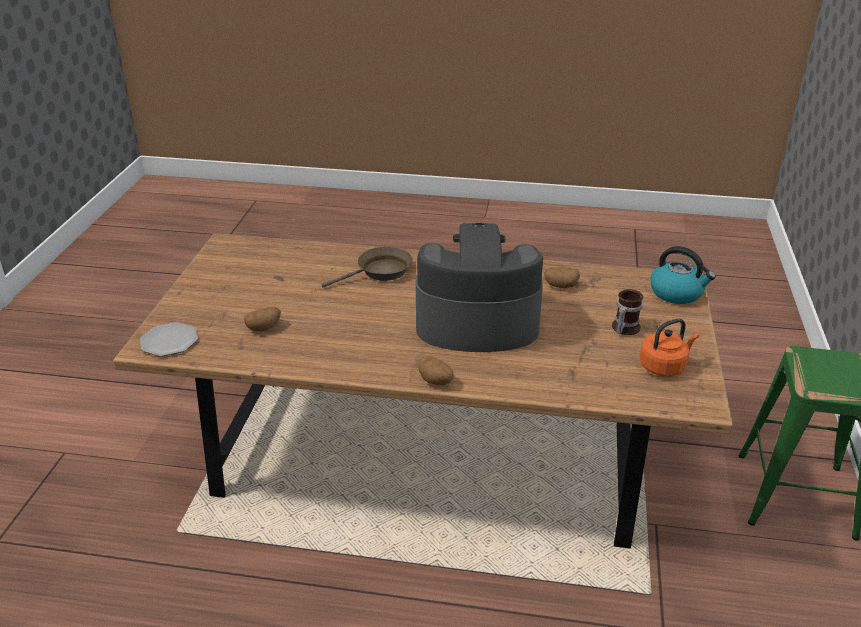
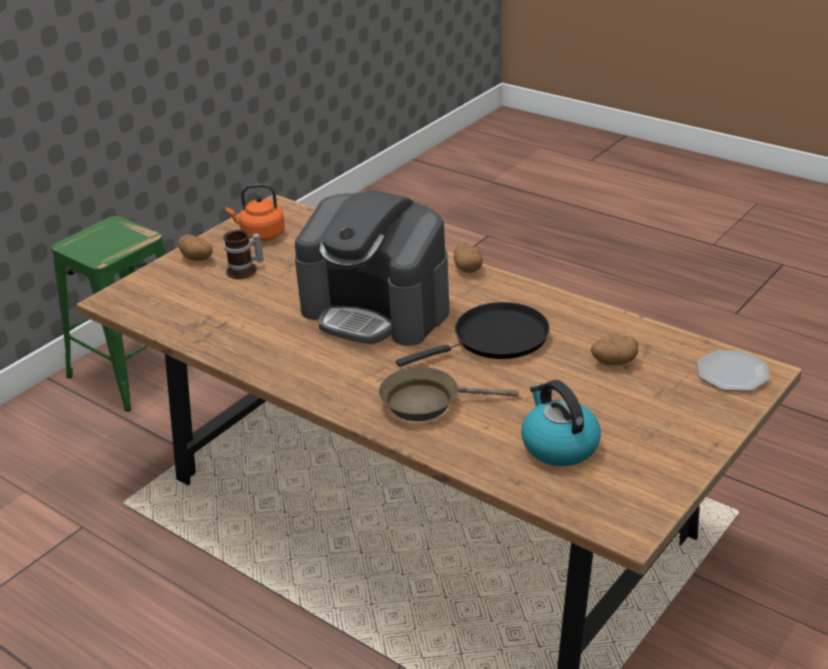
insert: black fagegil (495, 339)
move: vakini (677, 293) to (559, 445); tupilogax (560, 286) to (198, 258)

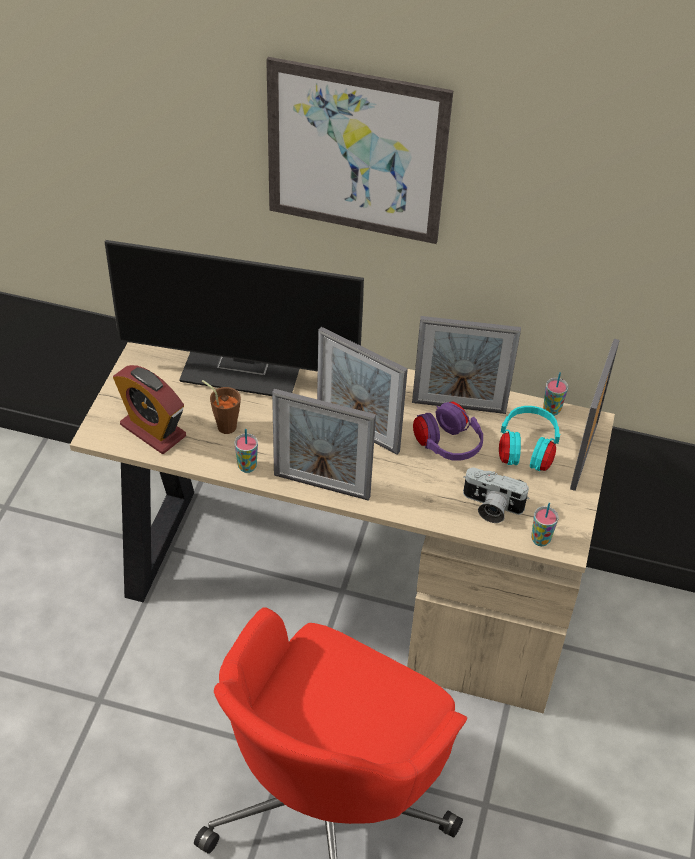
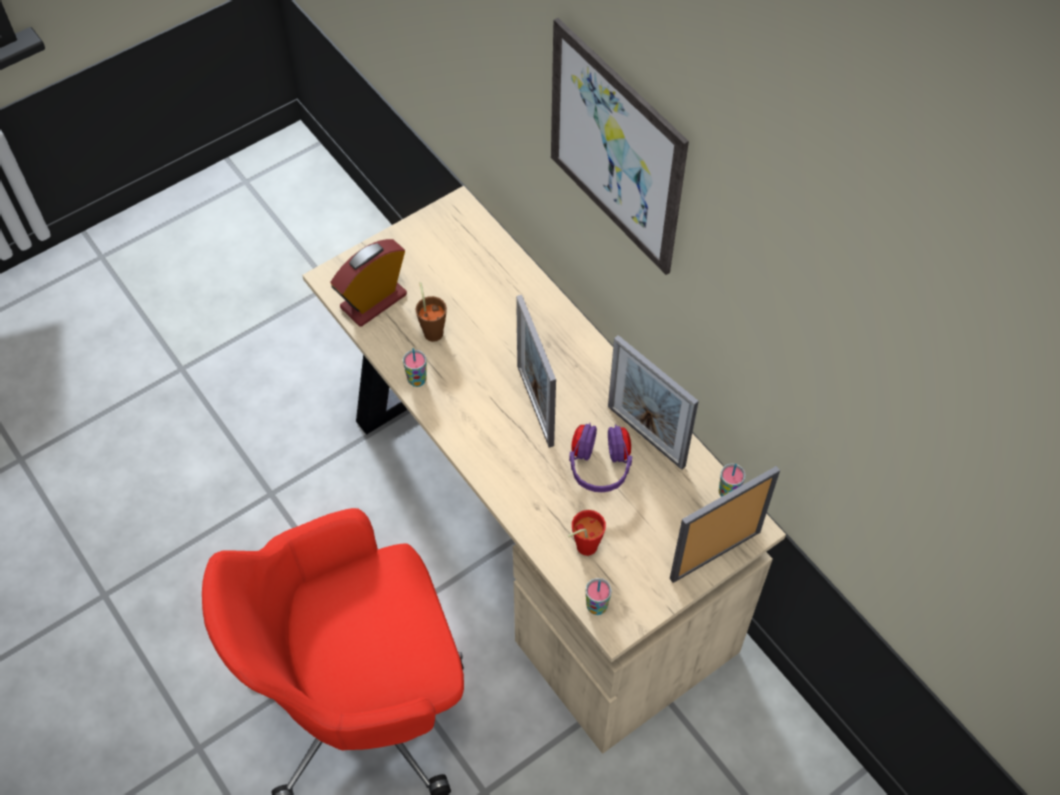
delete: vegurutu (246, 367); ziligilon (321, 486); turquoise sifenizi (526, 451)
replace: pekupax (490, 507) to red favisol (582, 548)
rotate: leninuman (153, 430) = (373, 301) 60 degrees clockwise

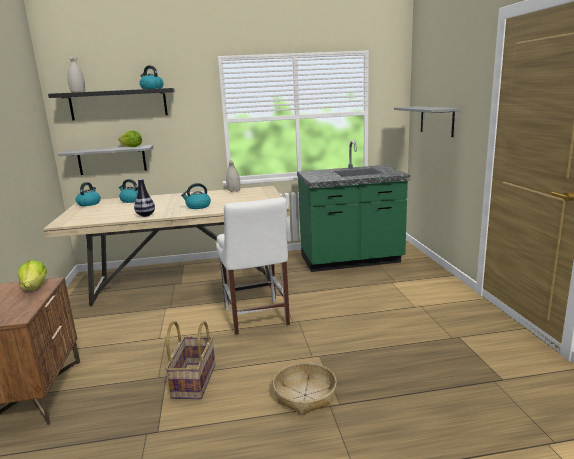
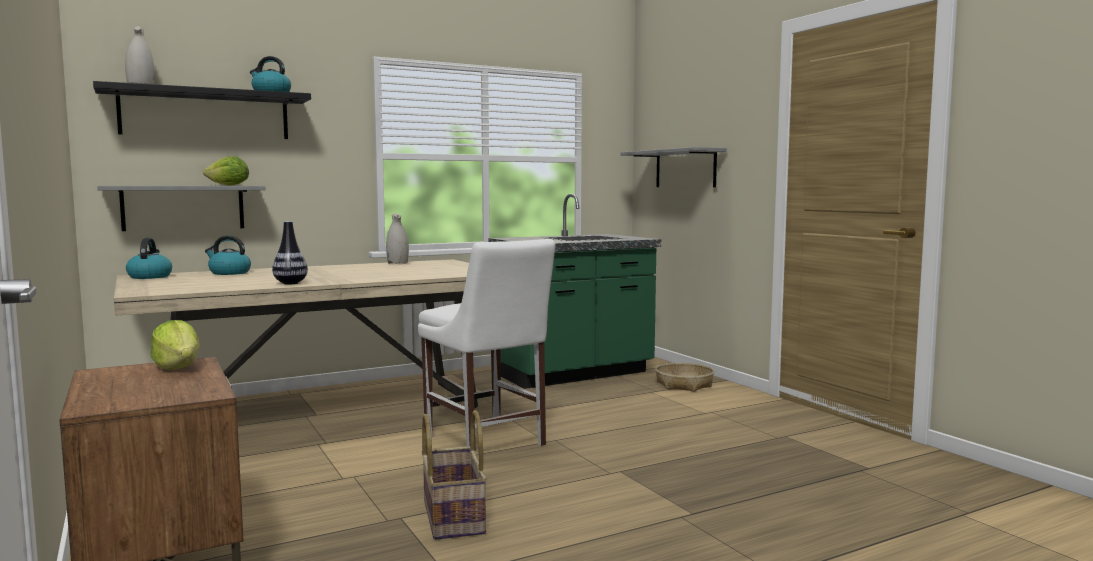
delete: vakini (198, 206)
move: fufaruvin (305, 395) to (684, 384)

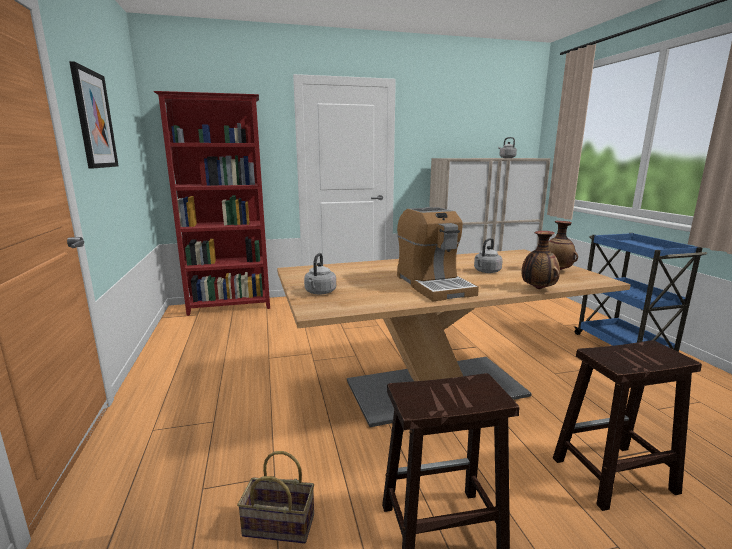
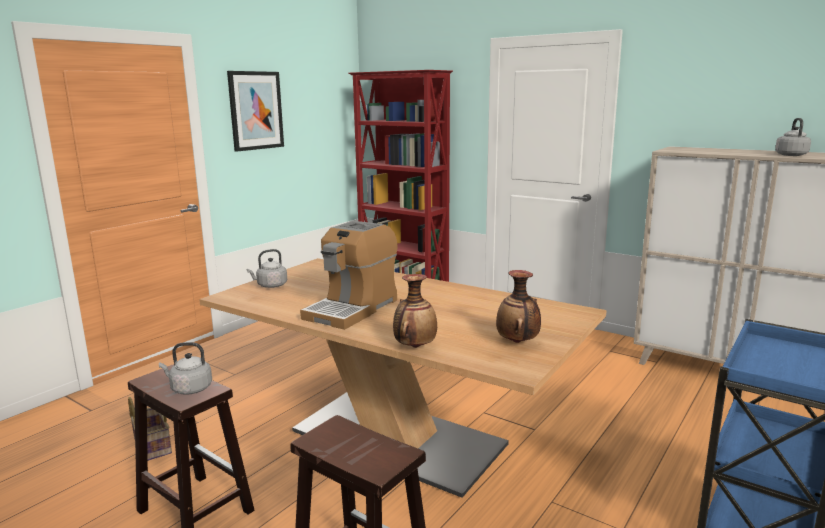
move: grey vakini (486, 271) to (189, 389)

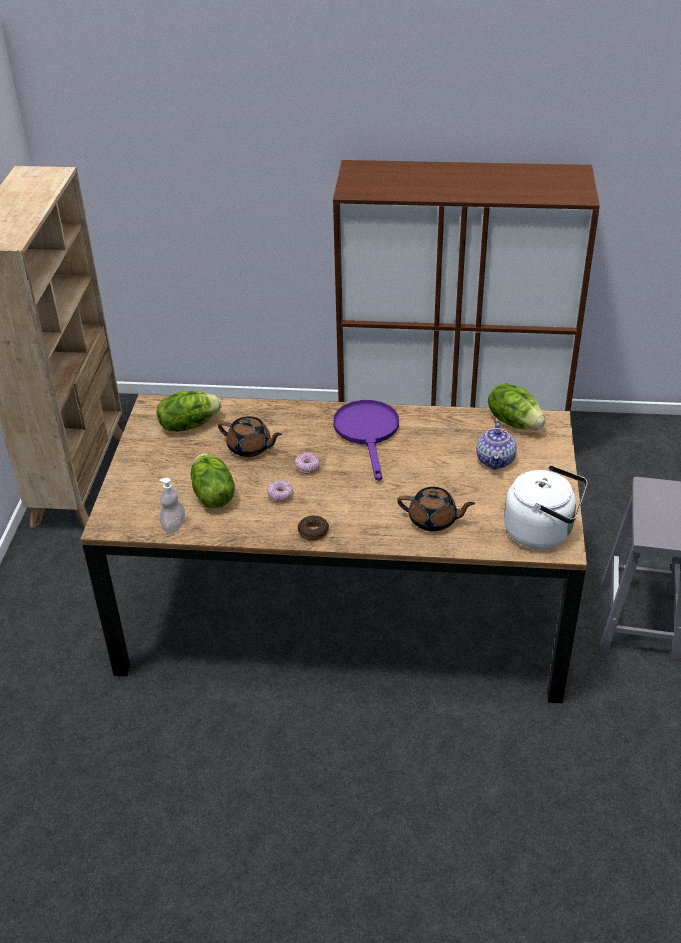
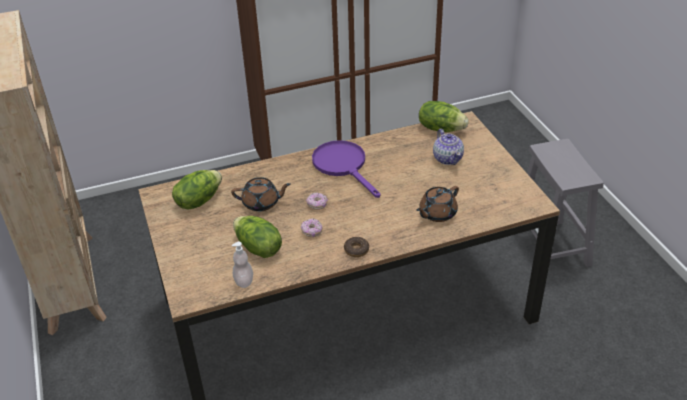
delete: white vakini (542, 531)
rotate: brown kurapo (433, 520) = (437, 213) 150 degrees clockwise

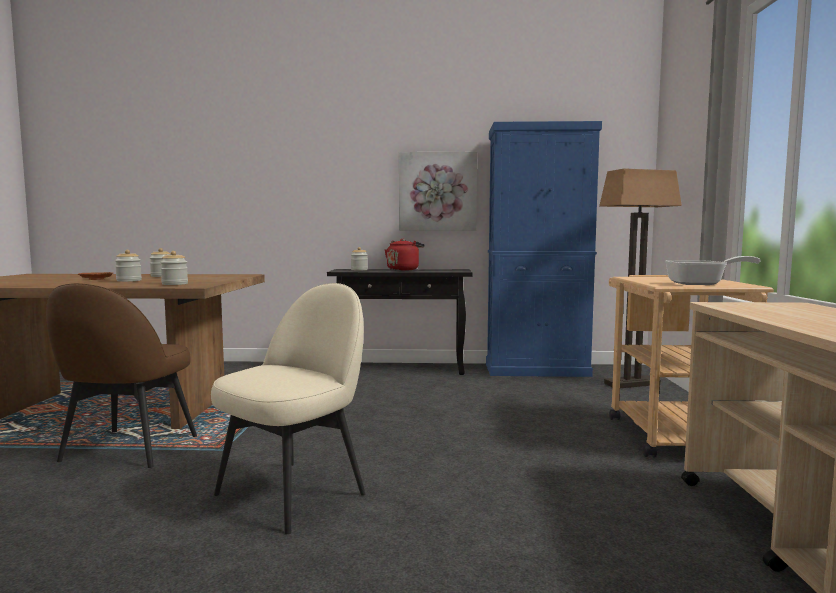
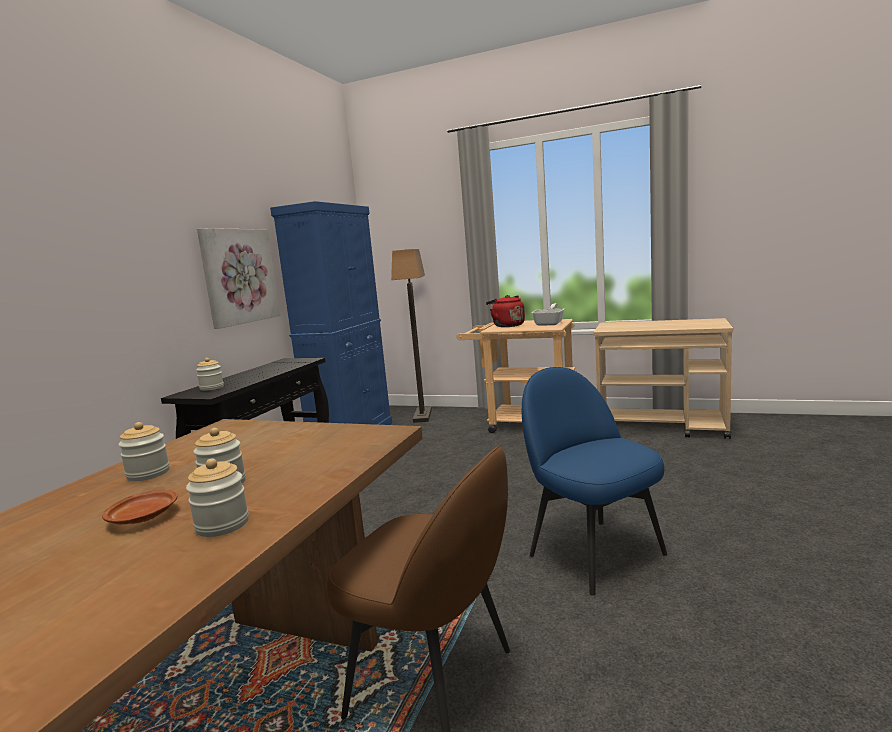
move: red vakini (404, 269) to (507, 325); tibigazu (175, 284) to (222, 525)
recolor: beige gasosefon (294, 492) to blue gasosefon (594, 553)

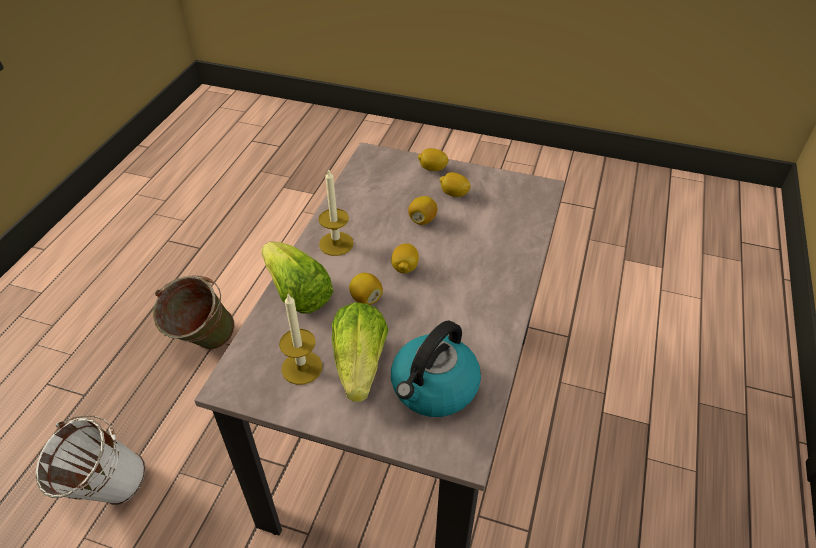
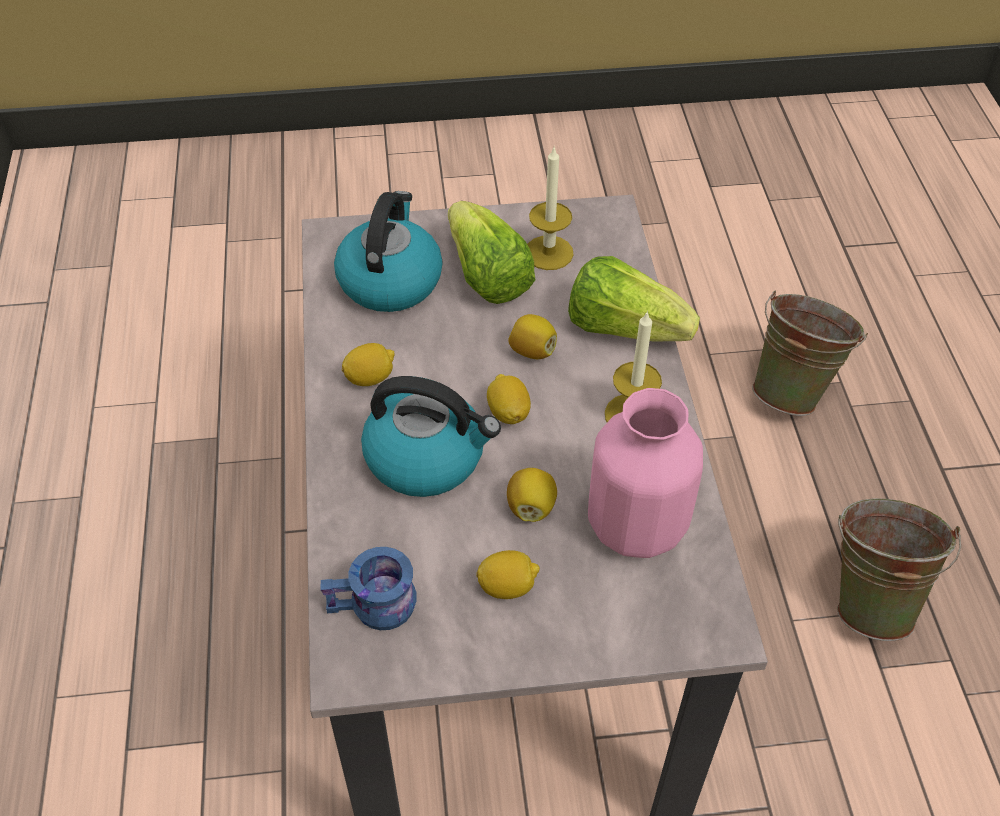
insert: vakini (427, 457); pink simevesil (636, 524); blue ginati (374, 609)
move: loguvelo (432, 169) to (370, 377)
recolor: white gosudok (105, 491) to green gosudok (793, 389)

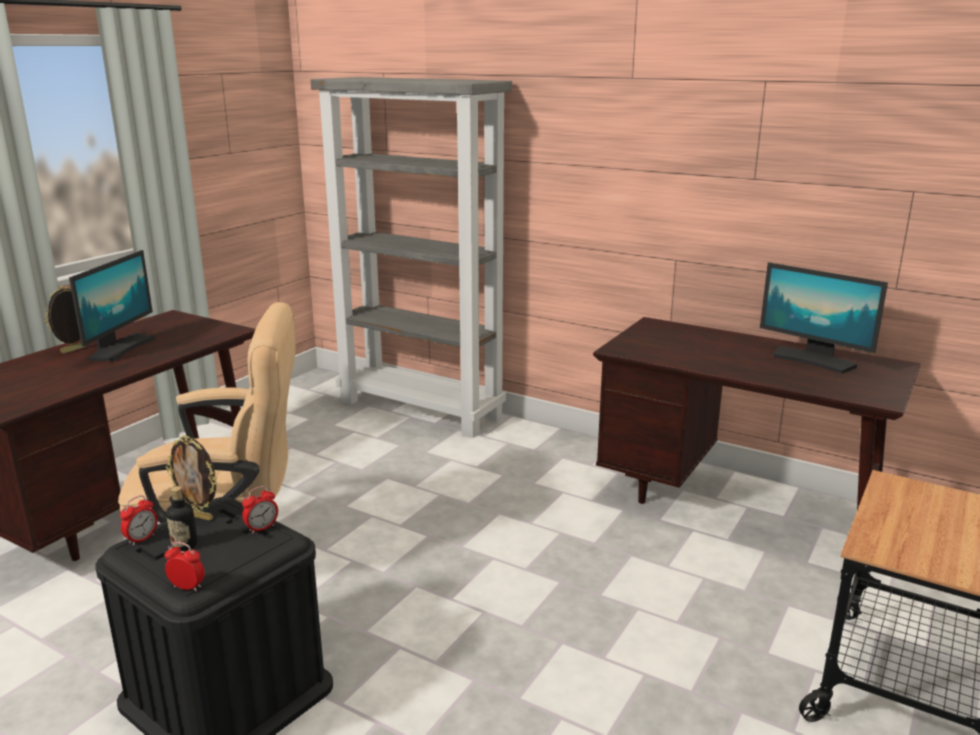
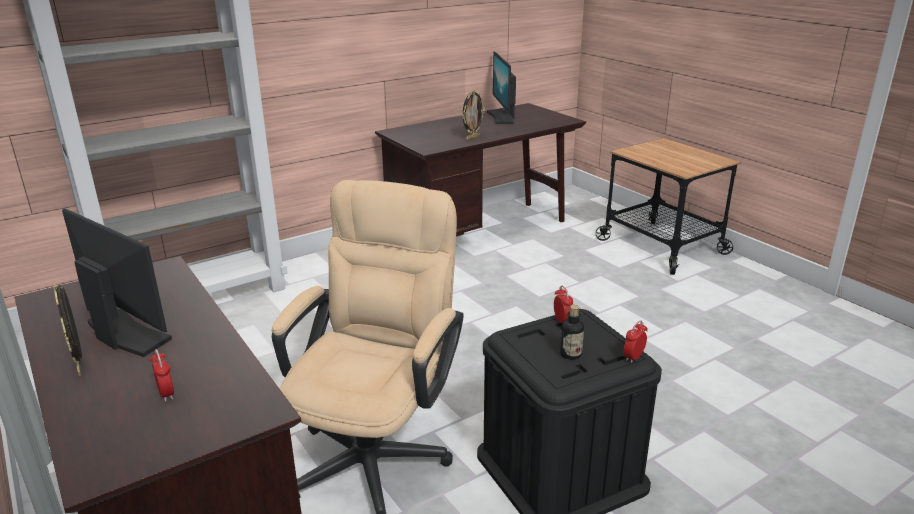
move: ziligilon (199, 516) to (472, 137); leninuman (142, 539) to (166, 394)
rotate: vegurutu (813, 360) = (502, 117) 105 degrees clockwise

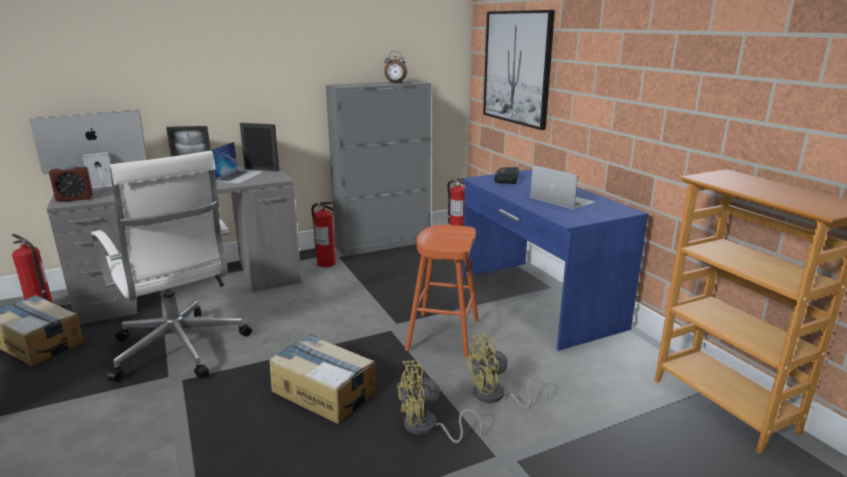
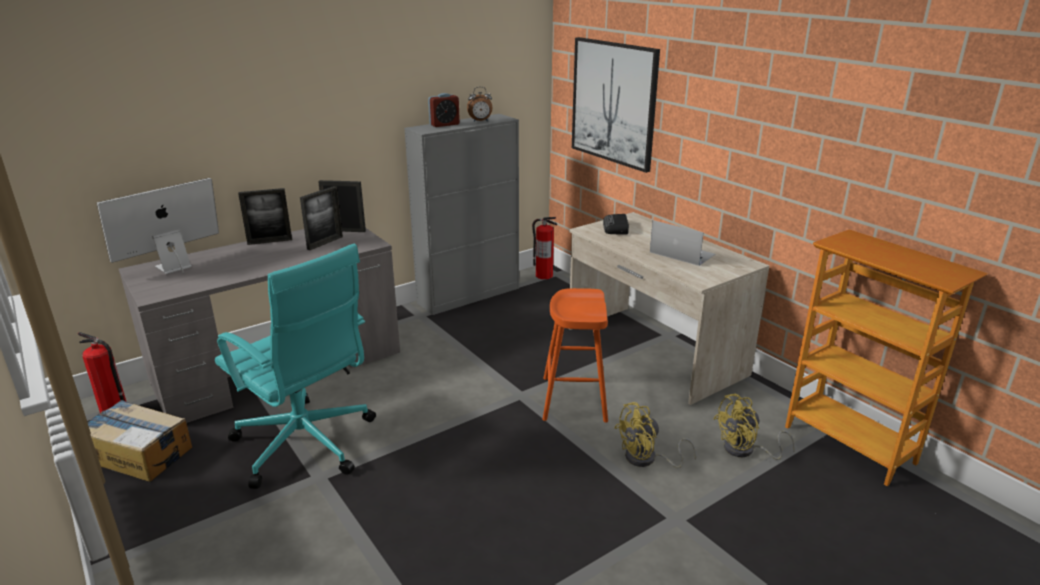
delete: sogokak (326, 263); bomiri (324, 391)
move: leninuman (75, 198) to (444, 124); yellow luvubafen (427, 428) to (745, 450)
replace: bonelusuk (238, 176) to ziligilon (325, 243)
recolor: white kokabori (179, 350) to turquoise kokabori (306, 445); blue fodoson (537, 300) to beige fodoson (653, 351)

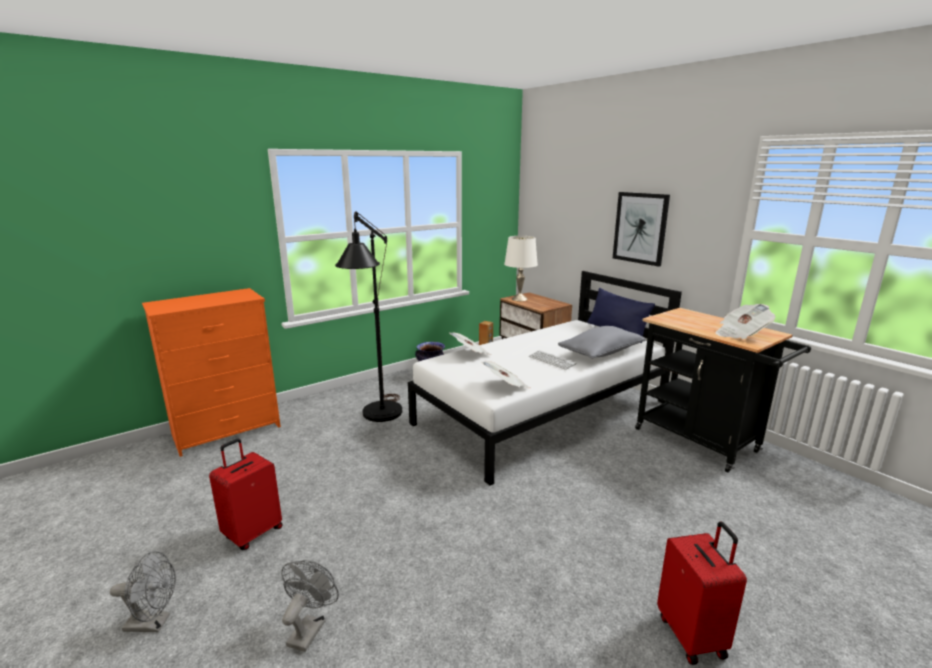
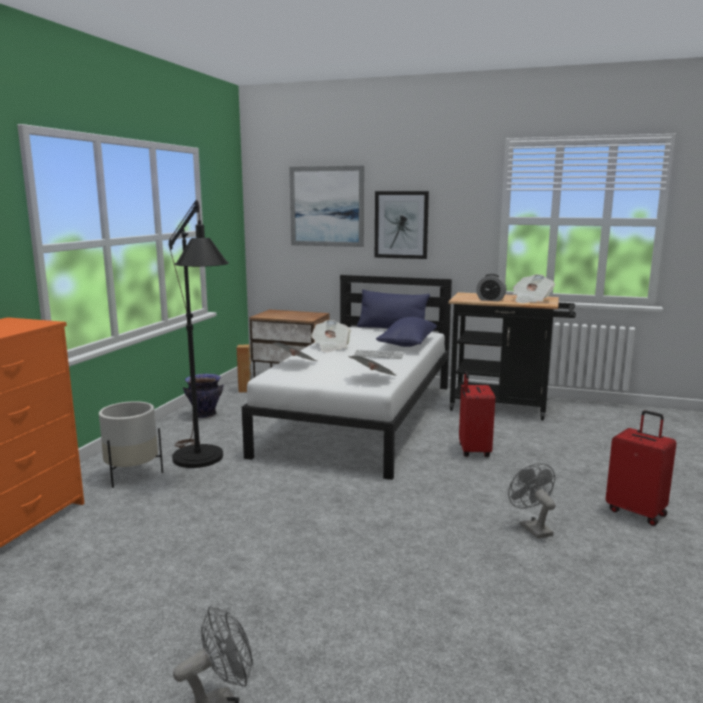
delete: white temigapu (519, 299)
insert: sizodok (326, 206); leninuman (490, 300); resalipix (331, 347); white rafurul (132, 475)
move: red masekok (252, 533) to (473, 451); grey luvubafen (309, 628) to (532, 527)
recolor: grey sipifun (601, 353) to blue sipifun (407, 344)

